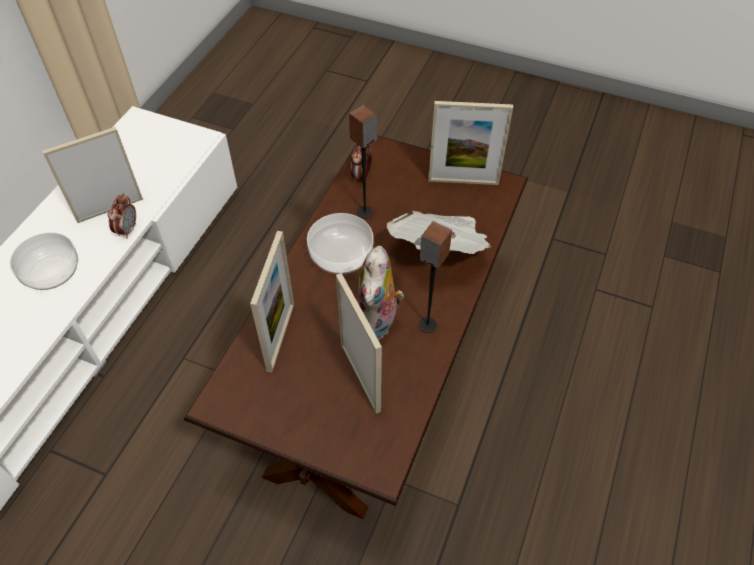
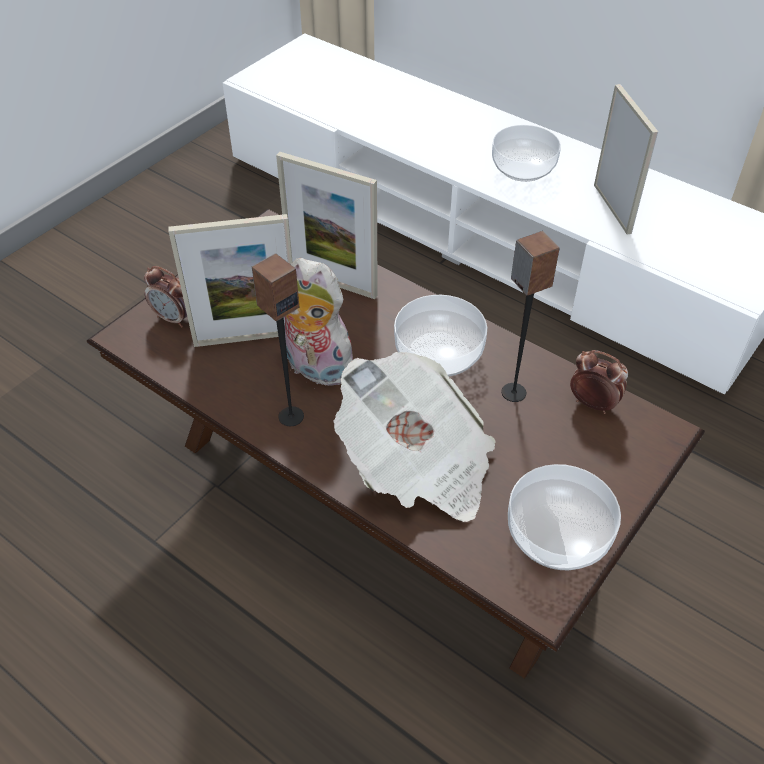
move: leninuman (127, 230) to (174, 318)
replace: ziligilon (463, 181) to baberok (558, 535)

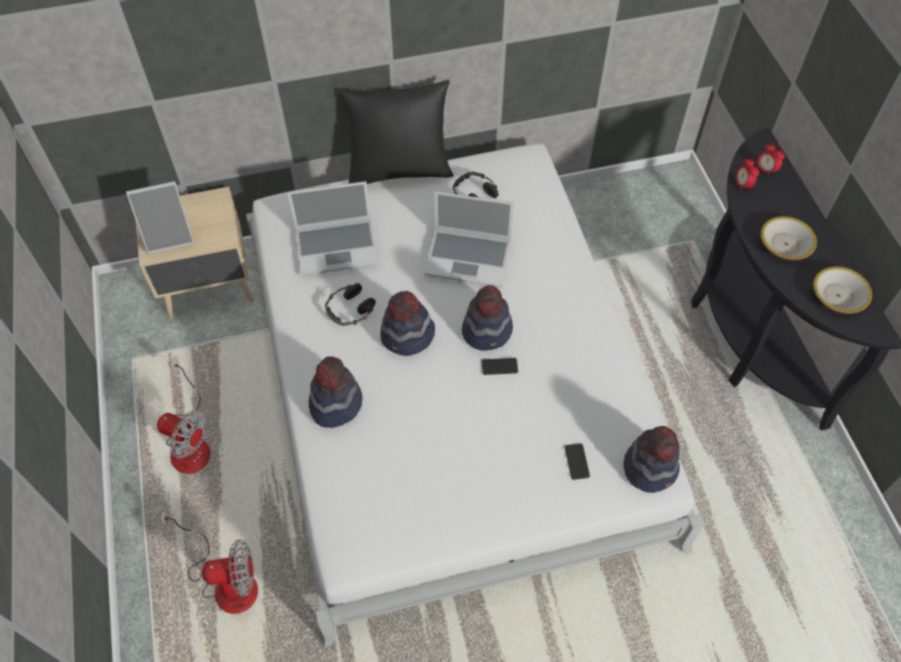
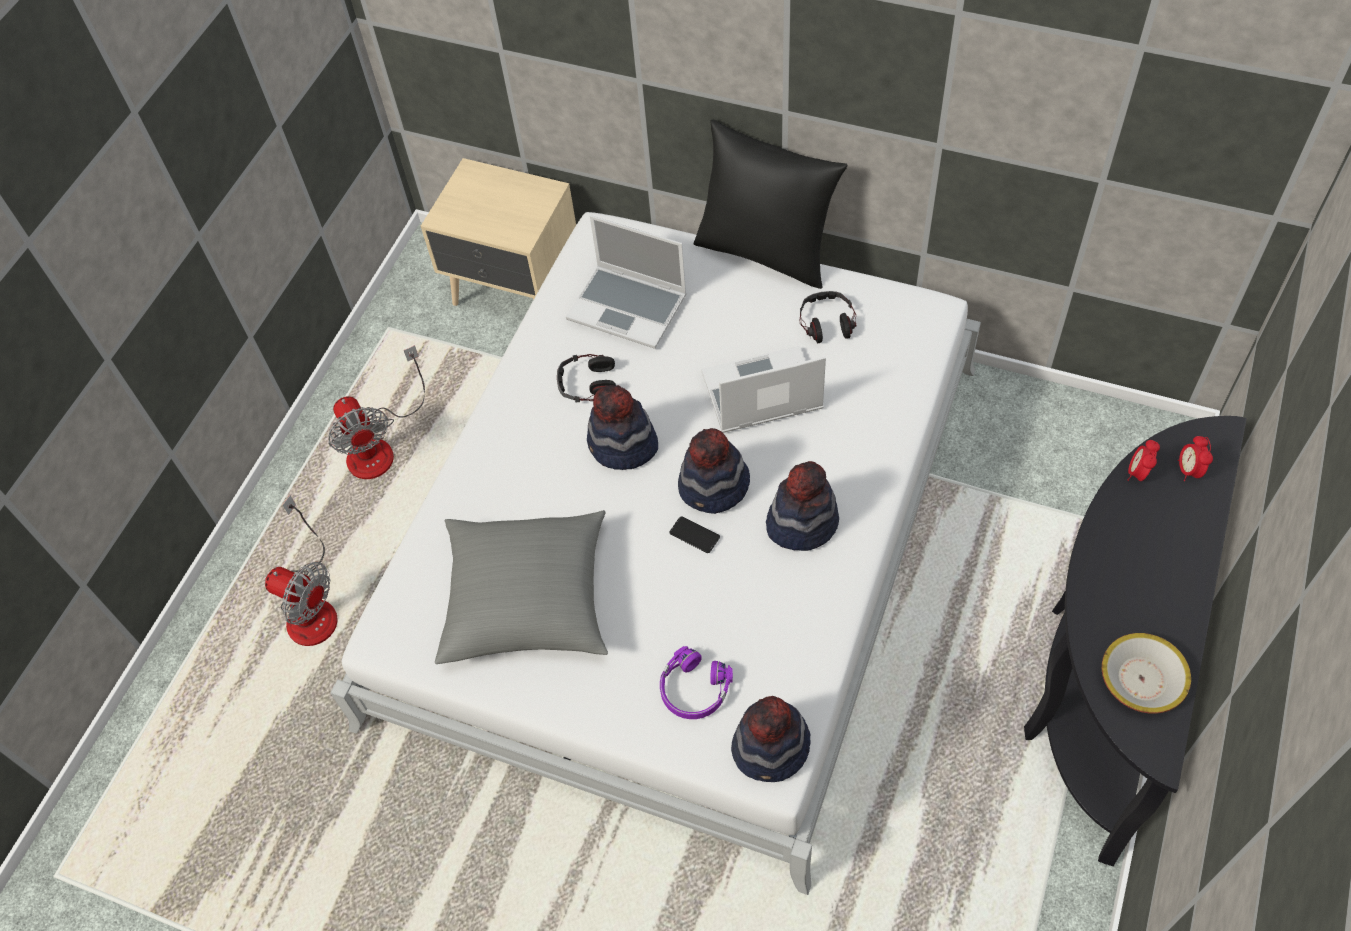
delete: ziligilon (169, 236); baberok (785, 244)
insert: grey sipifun (527, 599)
move: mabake (335, 404) to (801, 522)
replace: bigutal (576, 461) to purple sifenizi (693, 690)
rotate: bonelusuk (469, 258) = (760, 394) 120 degrees clockwise

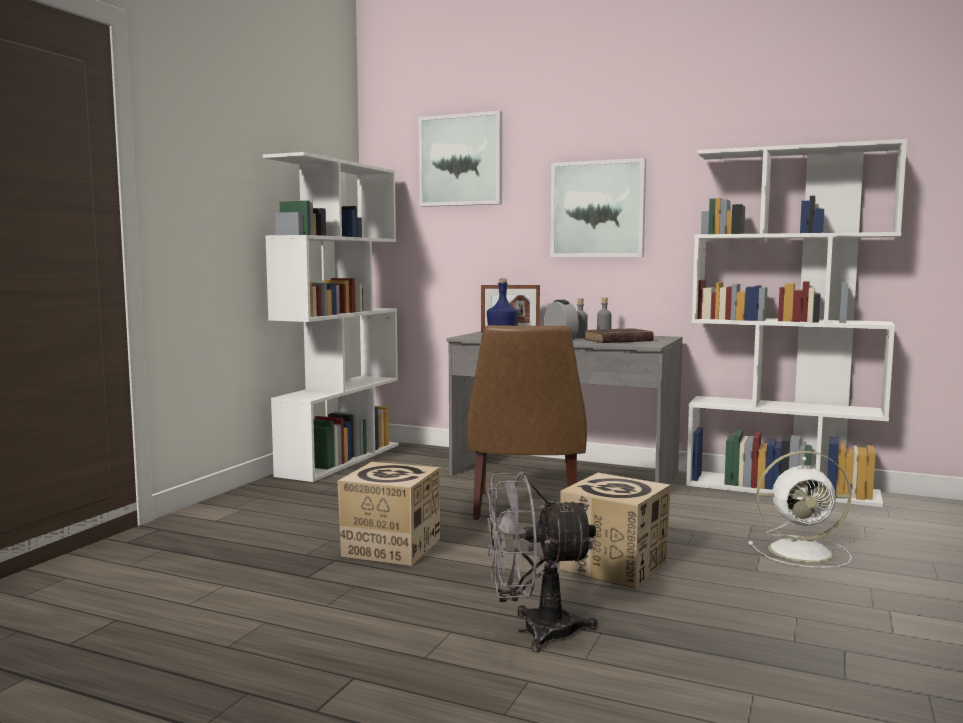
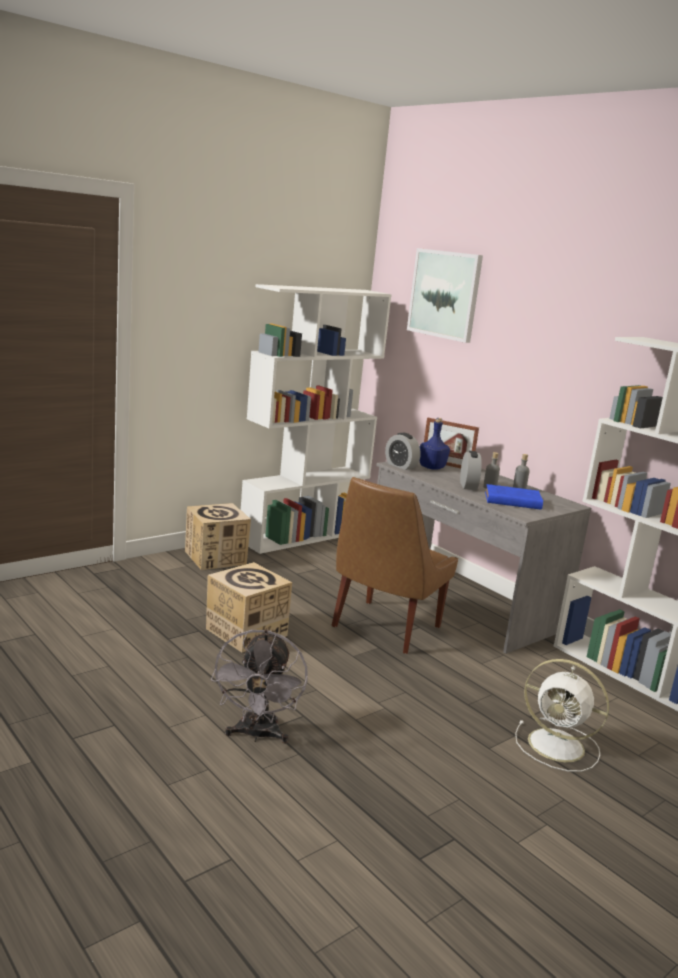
delete: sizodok (598, 209)
insert: leninuman (401, 466)
move: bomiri (614, 565) to (215, 558)
recolor: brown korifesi (616, 340) to blue korifesi (511, 501)
rotate: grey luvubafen (534, 631) = (257, 735) 105 degrees counterclockwise

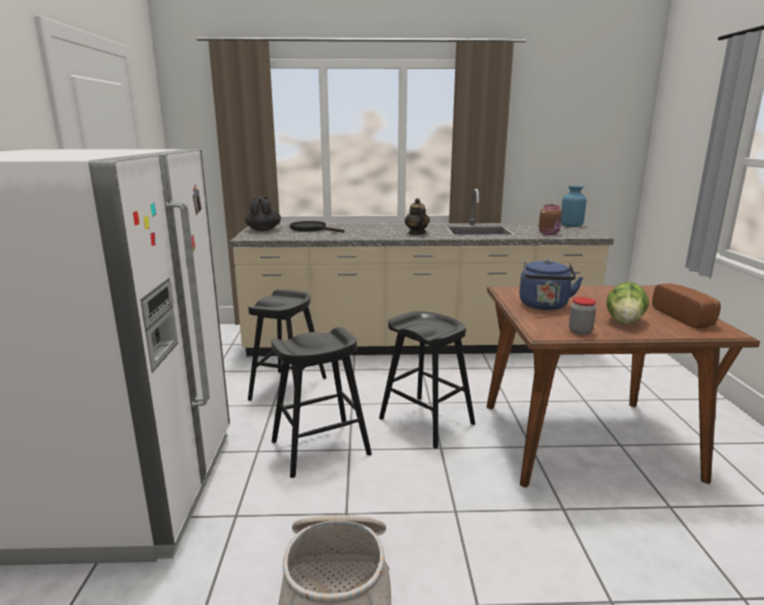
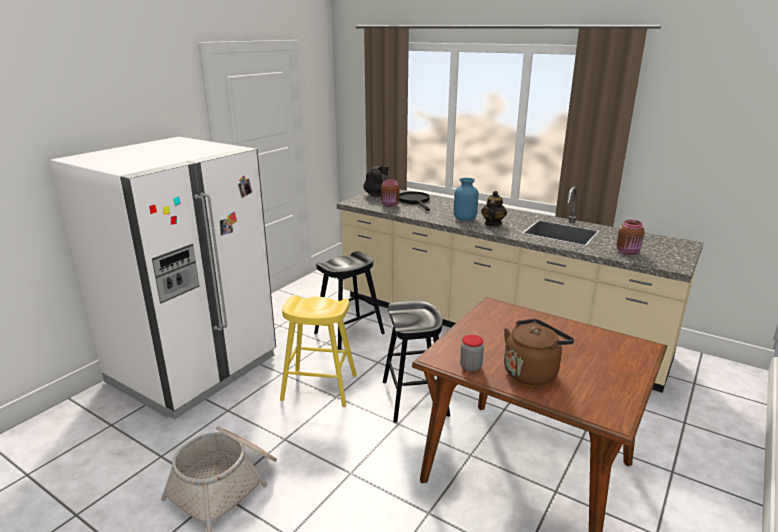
delete: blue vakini (544, 306); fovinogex (686, 317)
insert: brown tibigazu (390, 205)
move: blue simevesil (571, 226) to (465, 218)
replace: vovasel (624, 321) to brown vakini (532, 372)
recolor: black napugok (321, 448) to yellow napugok (319, 387)

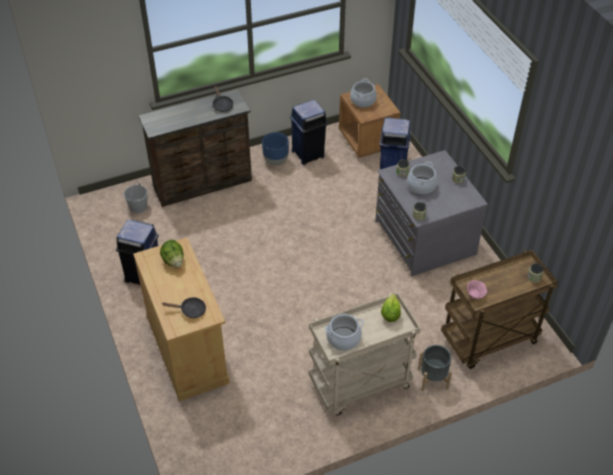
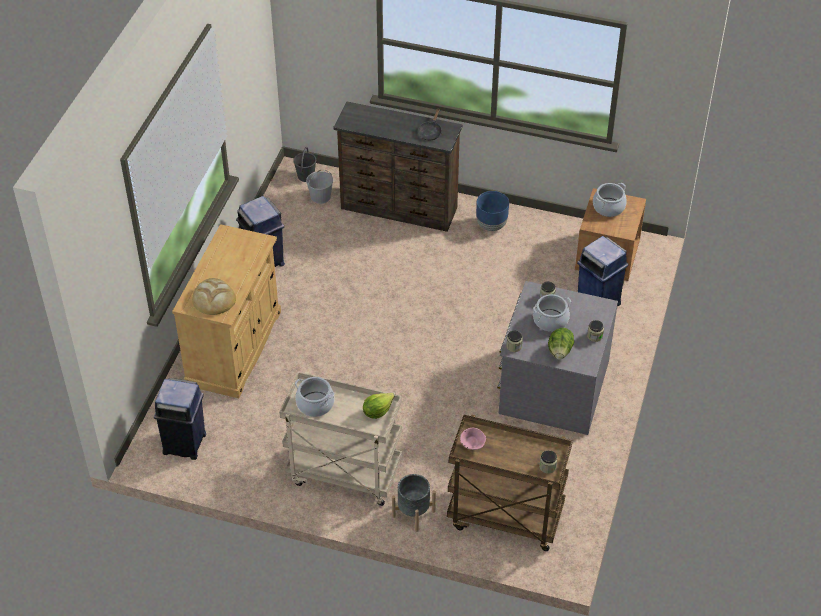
insert: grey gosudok (305, 176)
move: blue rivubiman (308, 153) to (185, 443); vovasel (173, 261) to (560, 351)
replace: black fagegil (190, 310) to fovinogex (214, 299)

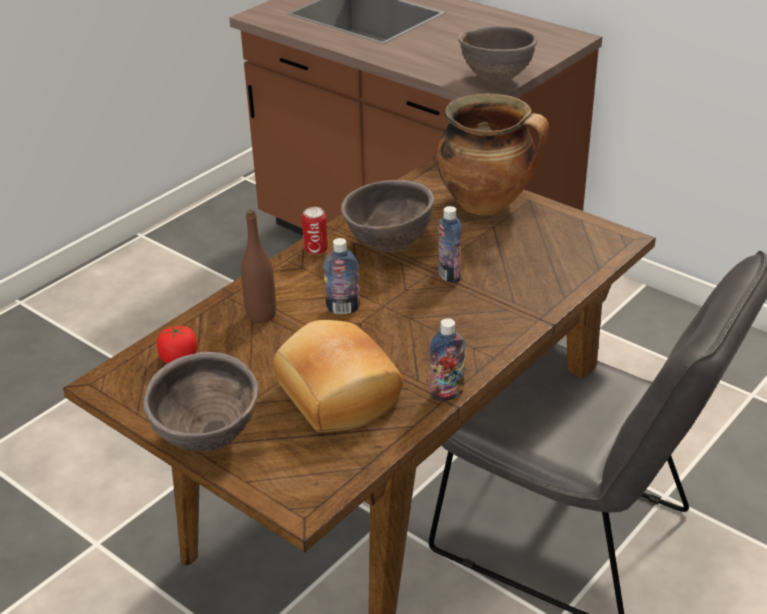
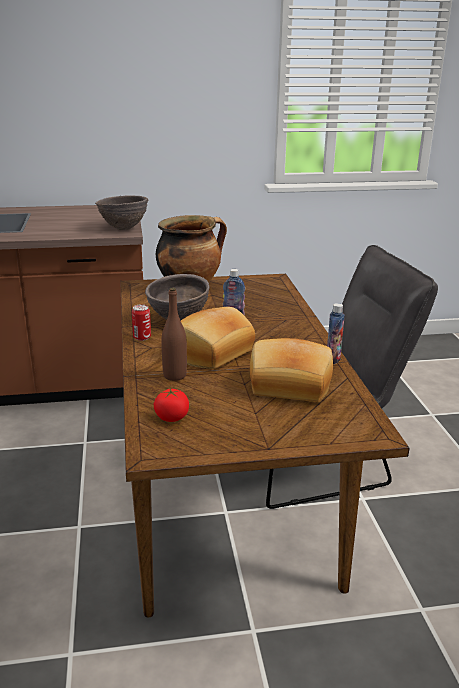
delete: brown baberok (207, 440)
replace: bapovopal (343, 309) to fovinogex (212, 353)

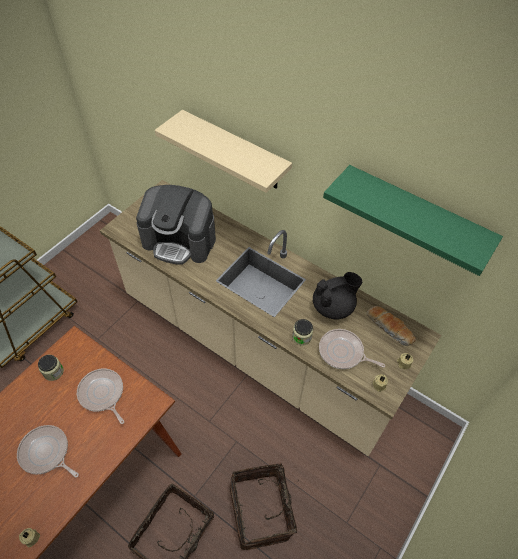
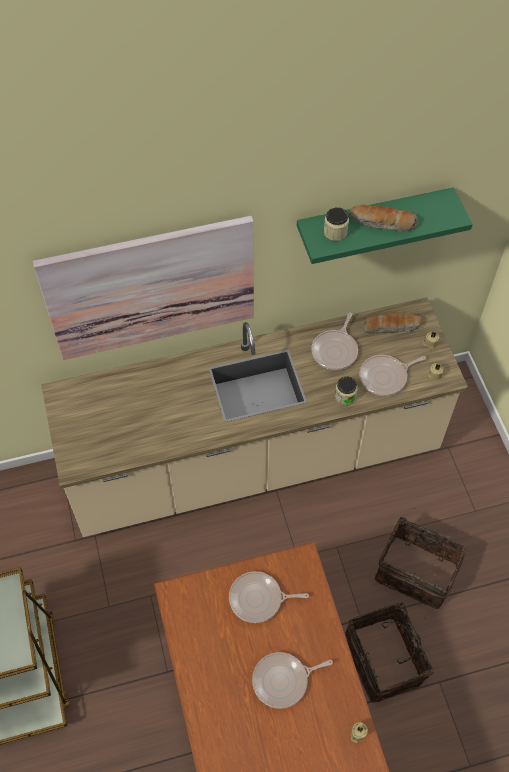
delete: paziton (180, 240)
insert: fovinogex (382, 223)
move: tibigazu (53, 372) to (335, 232)
replace: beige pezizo (235, 151) to sizodok (151, 288); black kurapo (333, 307) to fagegil (335, 350)

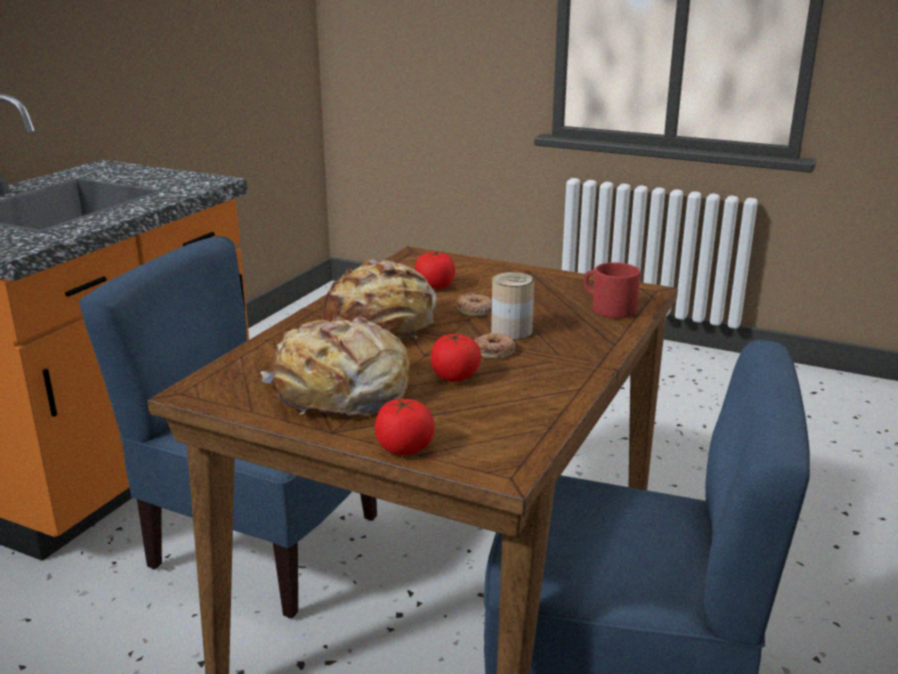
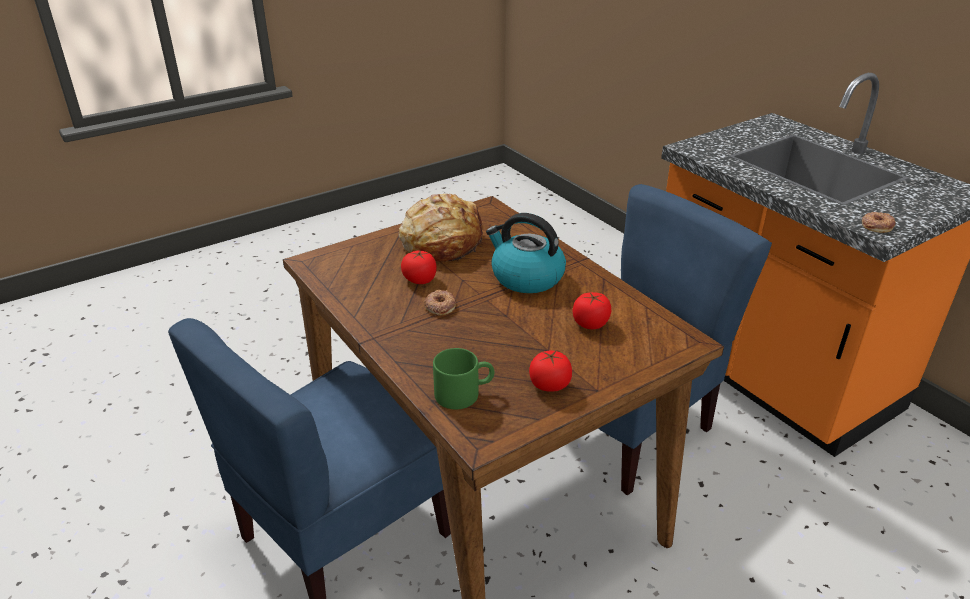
delete: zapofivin (511, 330)
move: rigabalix (475, 310) to (876, 225); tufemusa (404, 448) to (549, 385)
replace: fovinogex (381, 326) to vakini (526, 277)
recolor: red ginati (607, 308) to green ginati (464, 393)

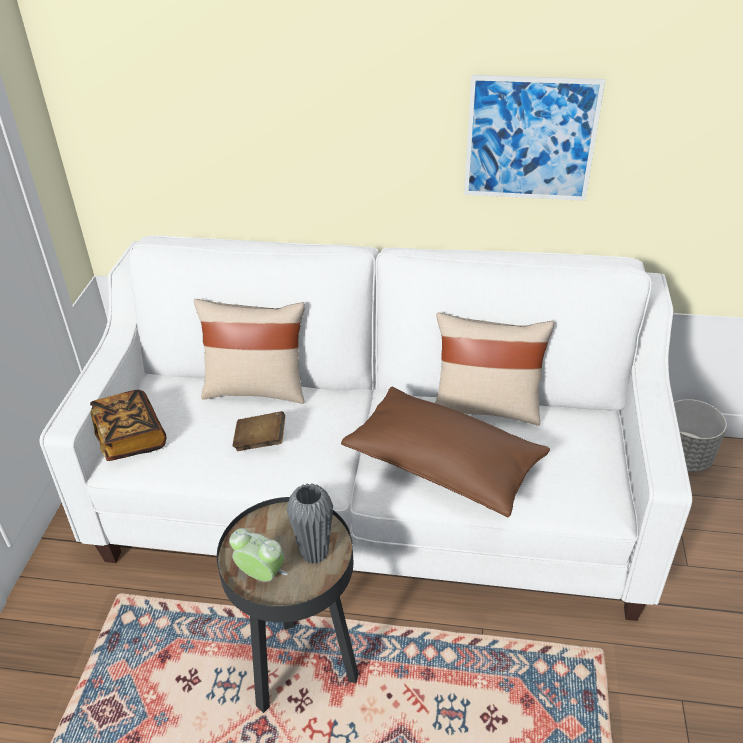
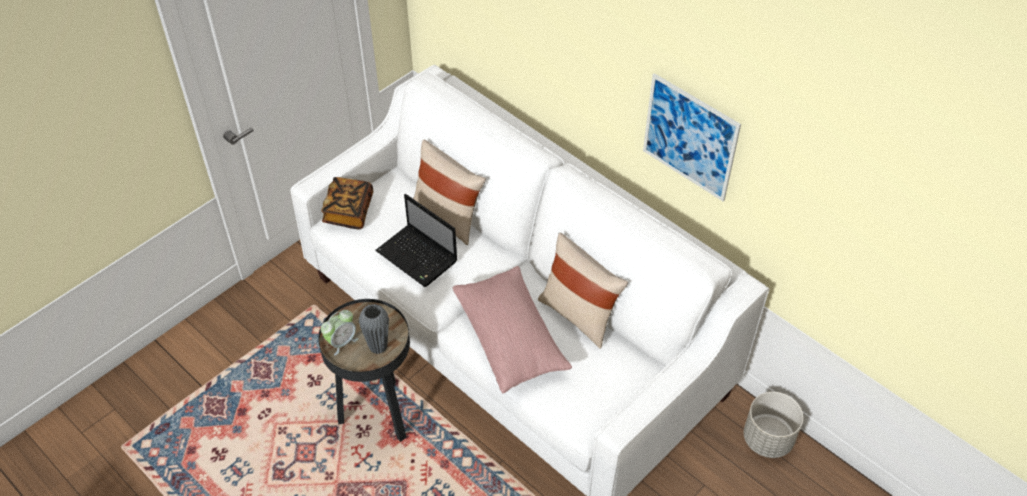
replace: brown korifesi (260, 441) to bonelusuk (418, 257)
recolor: brown sipifun (443, 465) to pink sipifun (510, 339)
rotate: leninuman (261, 575) = (341, 342) 75 degrees clockwise

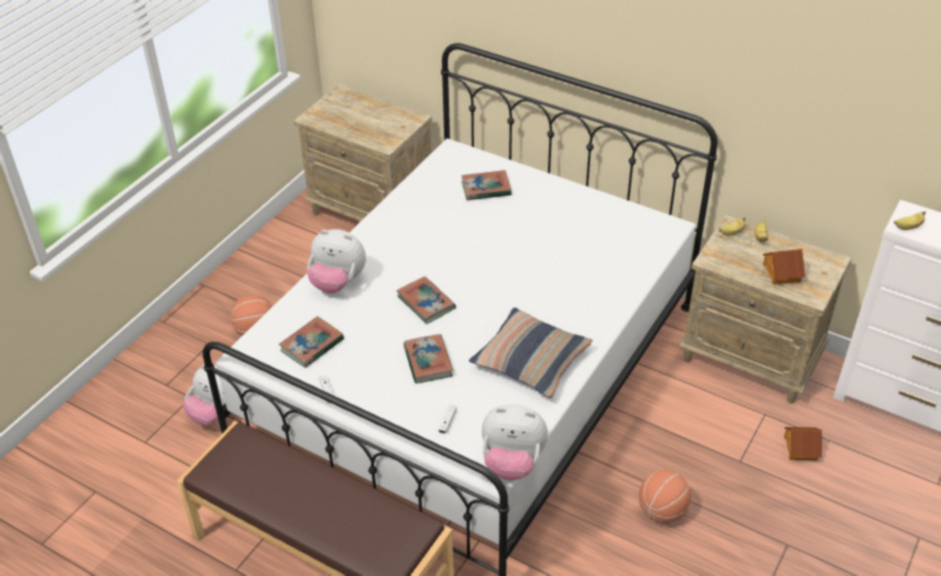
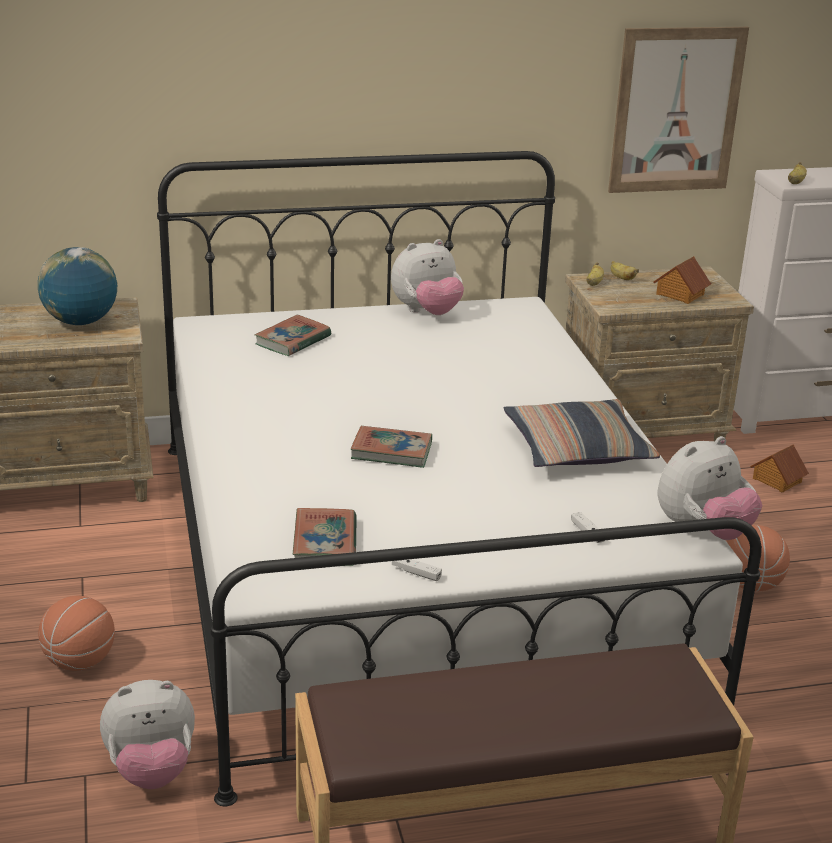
delete: korifesi (428, 361)
insert: sizodok (676, 110); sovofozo (80, 322)
move: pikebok (337, 283) to (427, 312)

